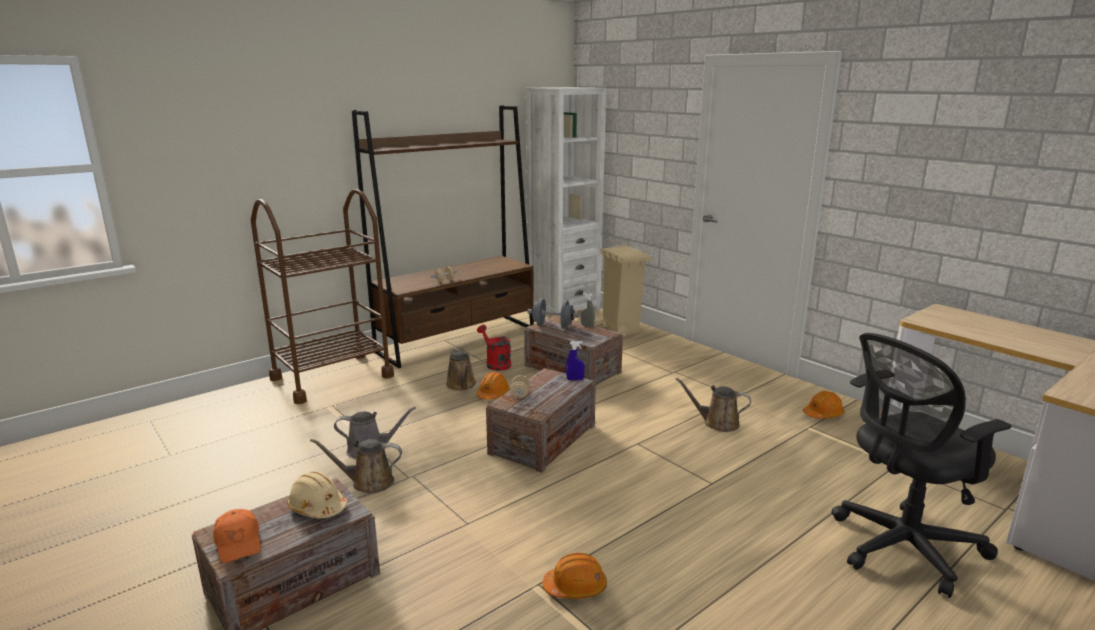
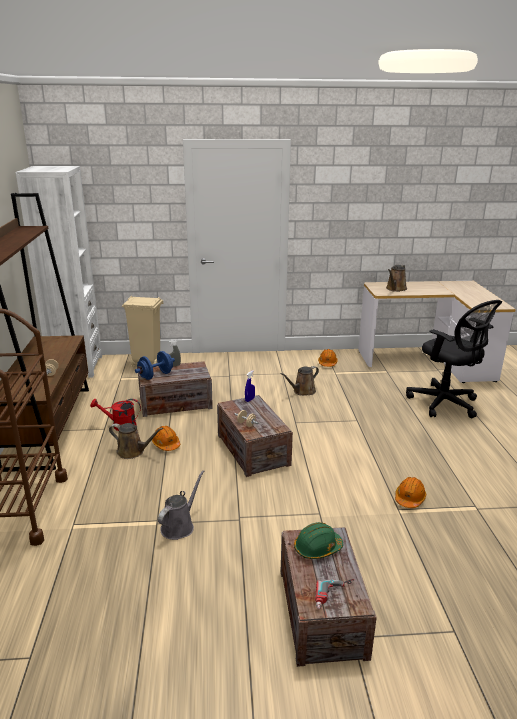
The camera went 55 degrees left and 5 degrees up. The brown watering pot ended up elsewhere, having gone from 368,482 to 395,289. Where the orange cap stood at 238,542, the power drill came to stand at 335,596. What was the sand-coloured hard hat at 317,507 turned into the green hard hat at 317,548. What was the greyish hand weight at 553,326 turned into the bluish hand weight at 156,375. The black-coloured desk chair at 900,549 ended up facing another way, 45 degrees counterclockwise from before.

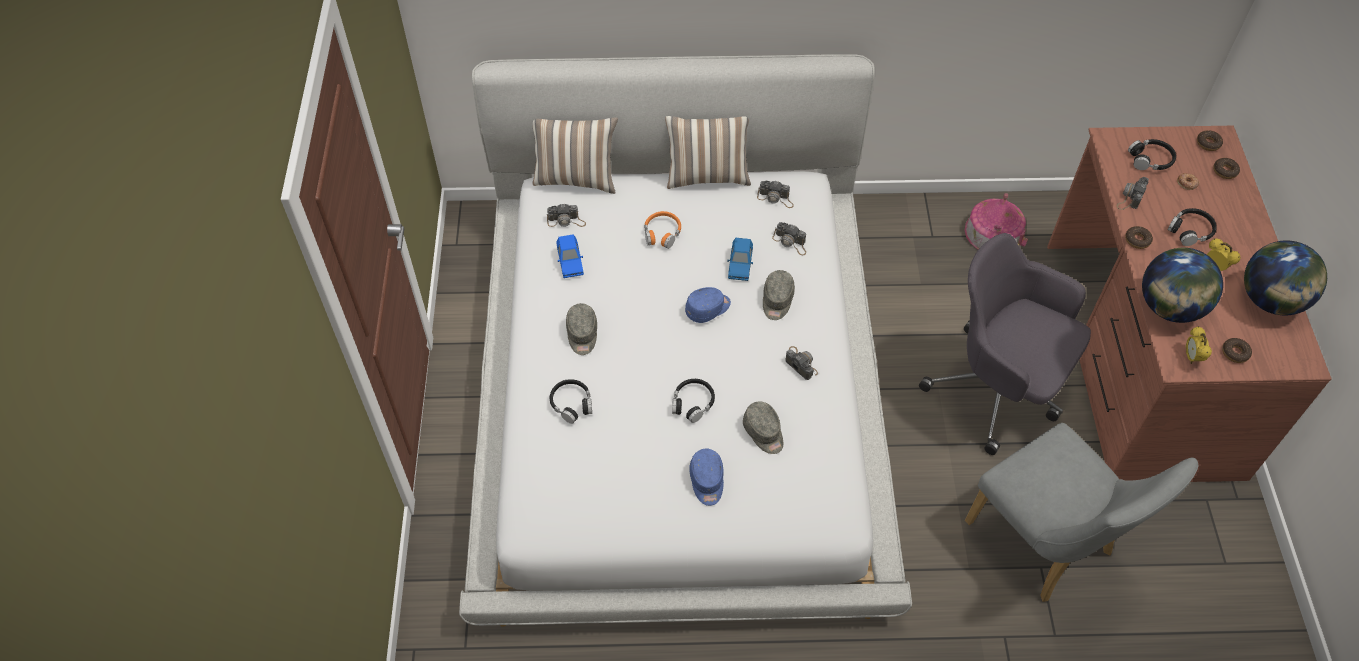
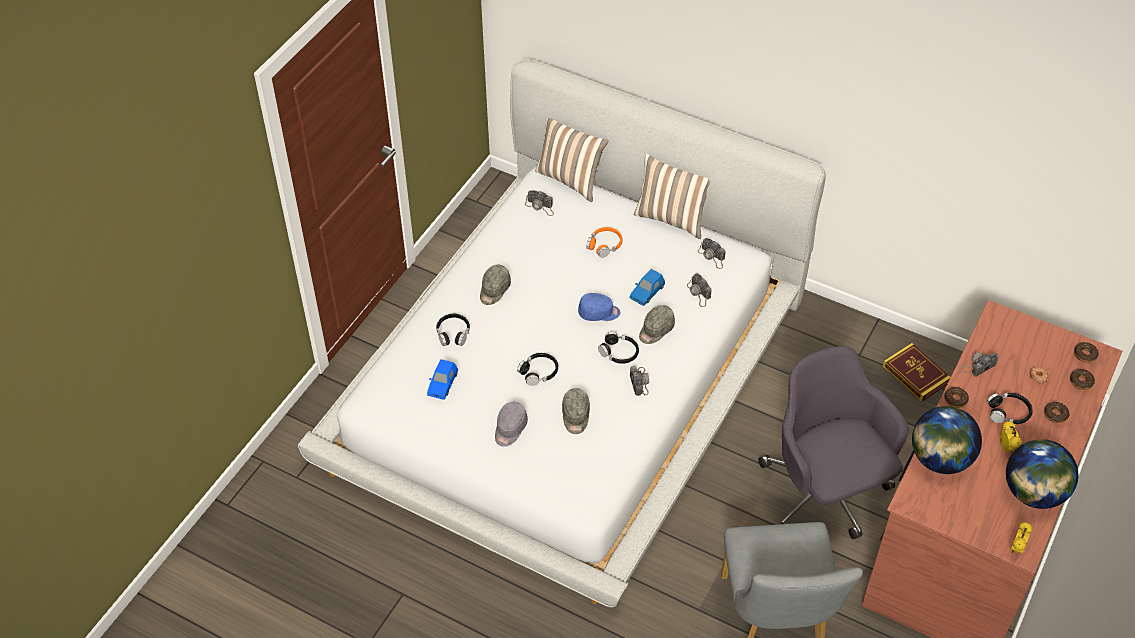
The camera went 30 degrees right and 5 degrees down. The bluish miniature car ended up elsewhere, having gone from 570,261 to 443,384. The black-coloured headset ended up elsewhere, having gone from 1150,160 to 619,352. The bedside clock ended up elsewhere, having gone from 1191,357 to 1016,548. The ring doughnut ended up elsewhere, having gone from 1235,353 to 1055,414. Where the model house stood at 993,232, the bound book came to stand at 915,374. What was the bluish cap at 707,481 turned into the greyish cap at 510,429.

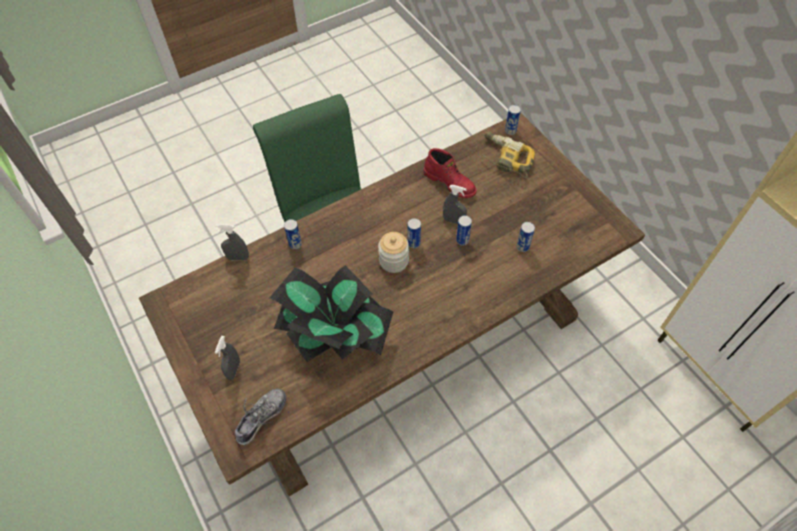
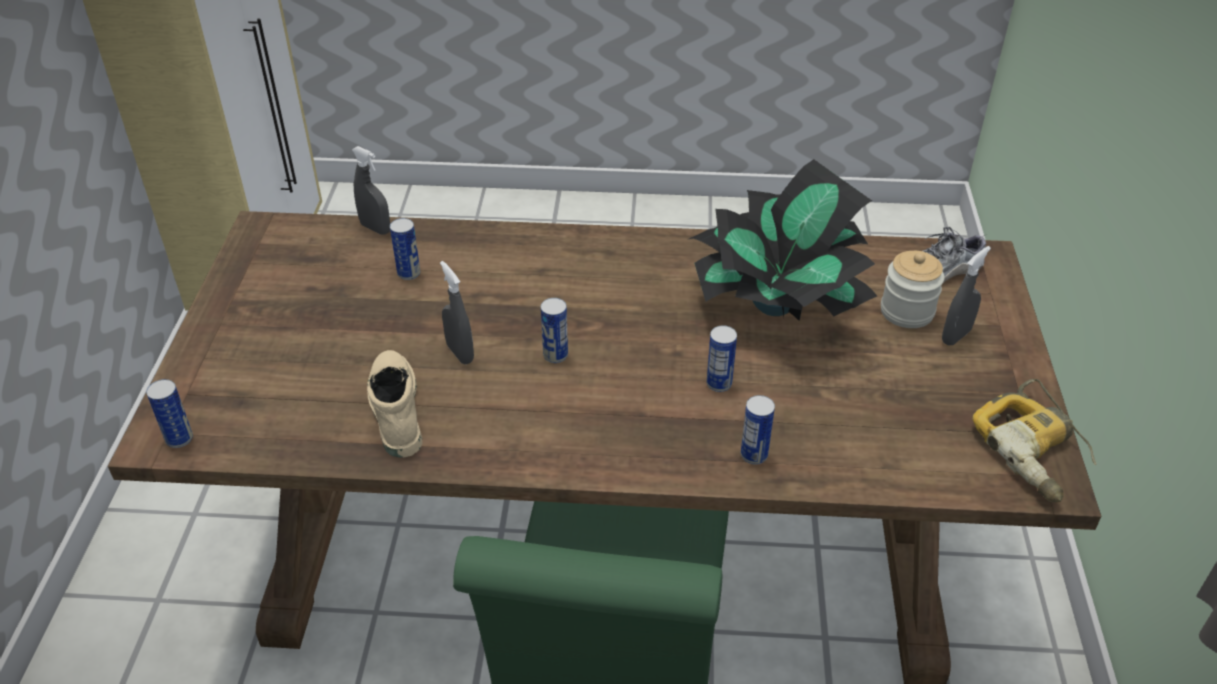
The camera went 145 degrees left and 15 degrees down. The greyish spray bottle ended up elsewhere, having gone from 238,257 to 375,228. The storage jar ended up elsewhere, having gone from 394,261 to 907,311. The can ended up elsewhere, having gone from 462,240 to 719,384. The power drill ended up elsewhere, having gone from 504,159 to 1035,450. What was the red boot at 450,182 turned into the sand-coloured boot at 394,410.

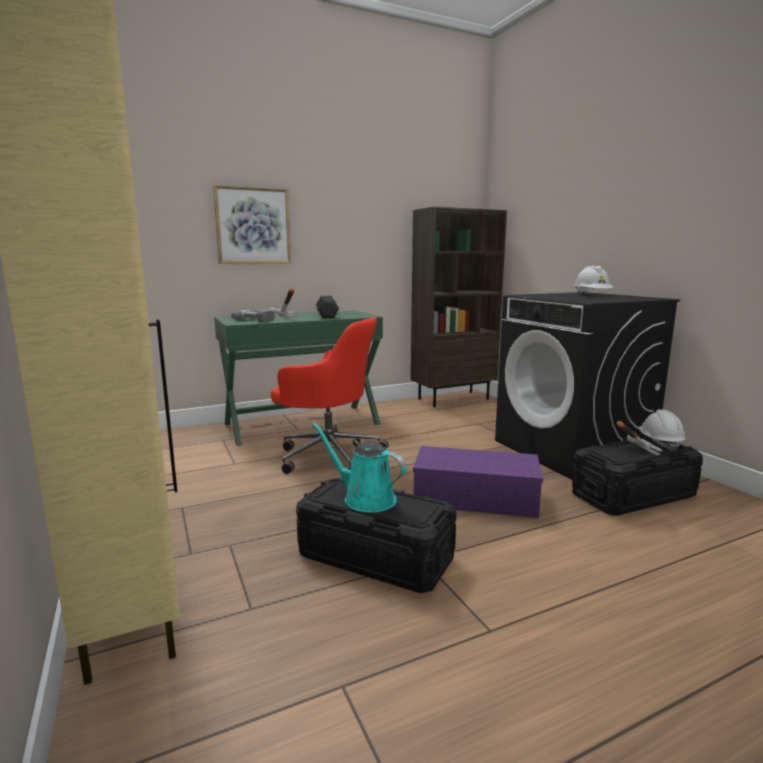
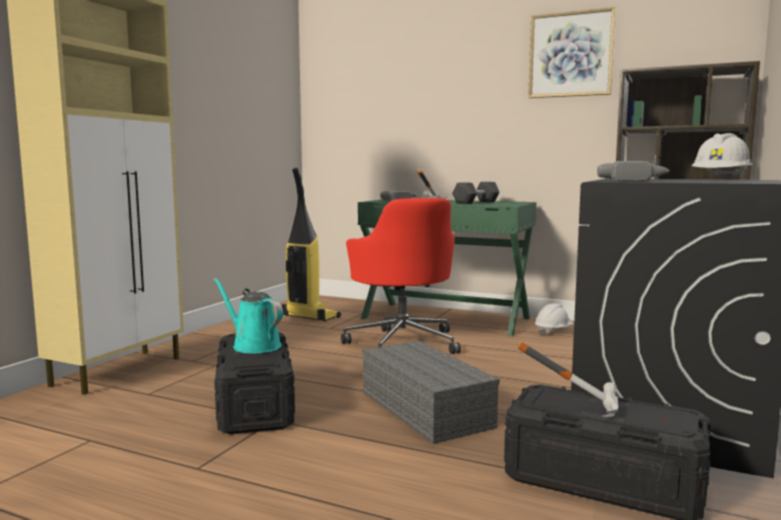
The camera went 50 degrees right and 5 degrees down. The second view gained the vacuum cleaner at 309,317. The second view gained the power drill at 638,180. The wall picture ended up elsewhere, having gone from 253,226 to 570,54. The whitish hard hat ended up elsewhere, having gone from 659,443 to 553,331. What was the purple storage container at 477,497 turned into the greyish storage container at 428,409. The turquoise-coloured watering pot at 365,499 ended up facing another way, 45 degrees counterclockwise from before.

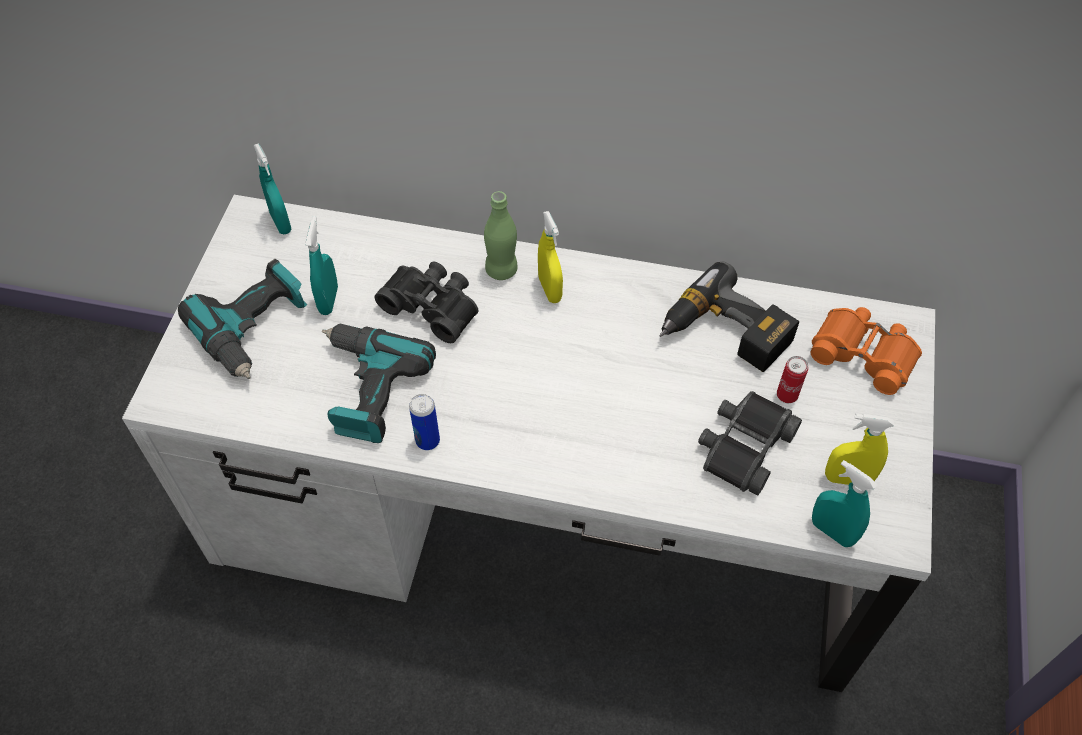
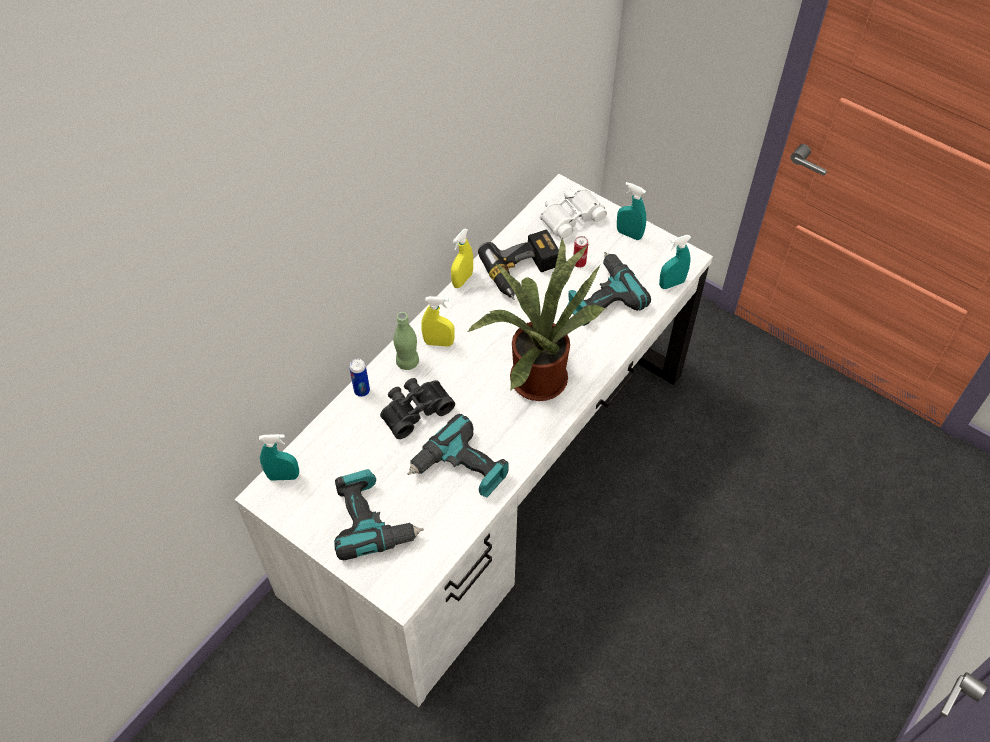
The camera went 65 degrees left and 0 degrees up. The second view gained the plant in a pot at 535,375. The turquoise-coloured spray bottle ended up elsewhere, having gone from 328,300 to 629,234. The can ended up elsewhere, having gone from 427,441 to 362,390. The yellow-coloured spray bottle ended up elsewhere, having gone from 847,479 to 462,280. Where the black-coloured binoculars stood at 744,446, the power drill came to stand at 602,297. What was the orange binoculars at 863,354 turned into the whitish binoculars at 570,217.

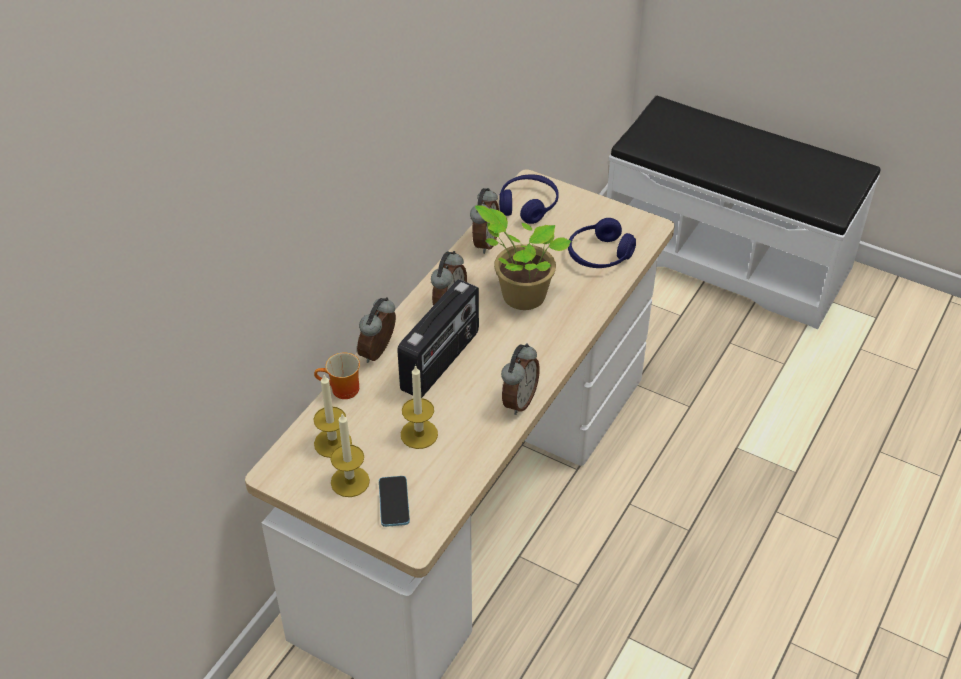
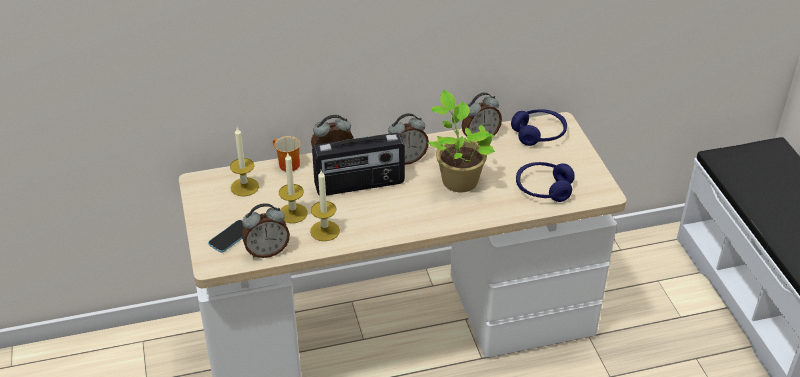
The camera went 45 degrees right and 5 degrees down. The wax light ended up elsewhere, having gone from 350,481 to 325,231. The bedside clock ended up elsewhere, having gone from 518,401 to 267,251.

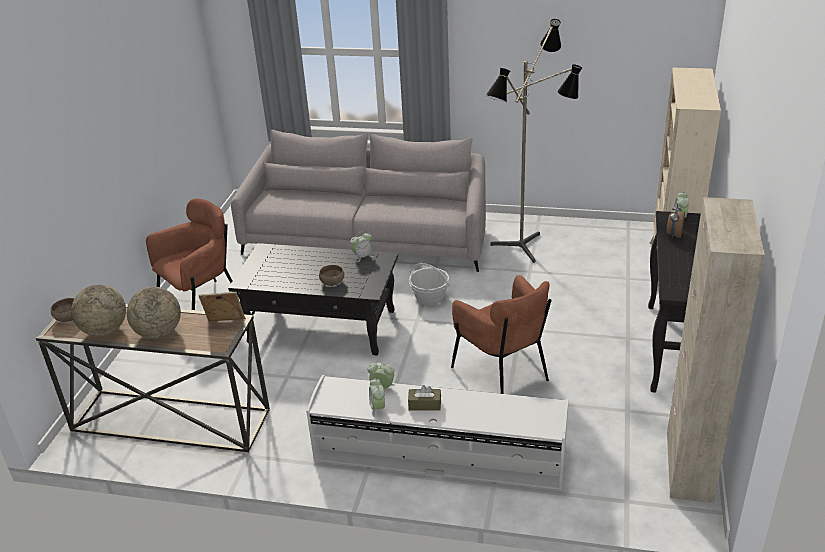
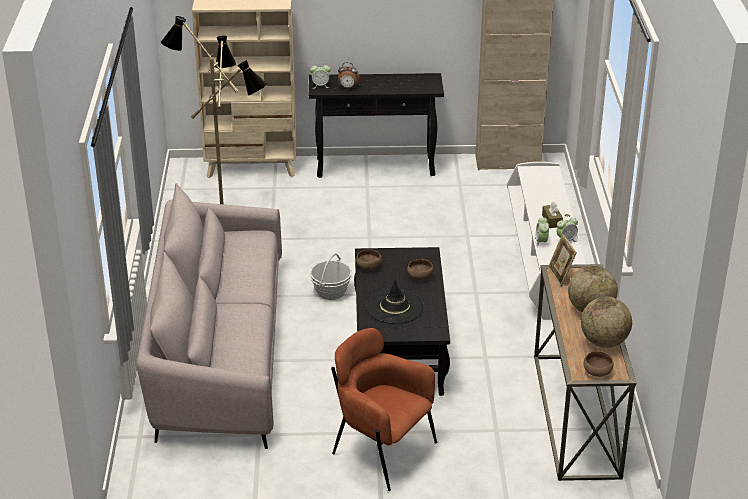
The camera went 105 degrees left and 0 degrees up. The second view lost the brown easy chair at 503,372. The second view gained the black-coloured clothing hat at 395,307. Where the bedside clock stood at 362,257, the brown serving bowl came to stand at 368,267.

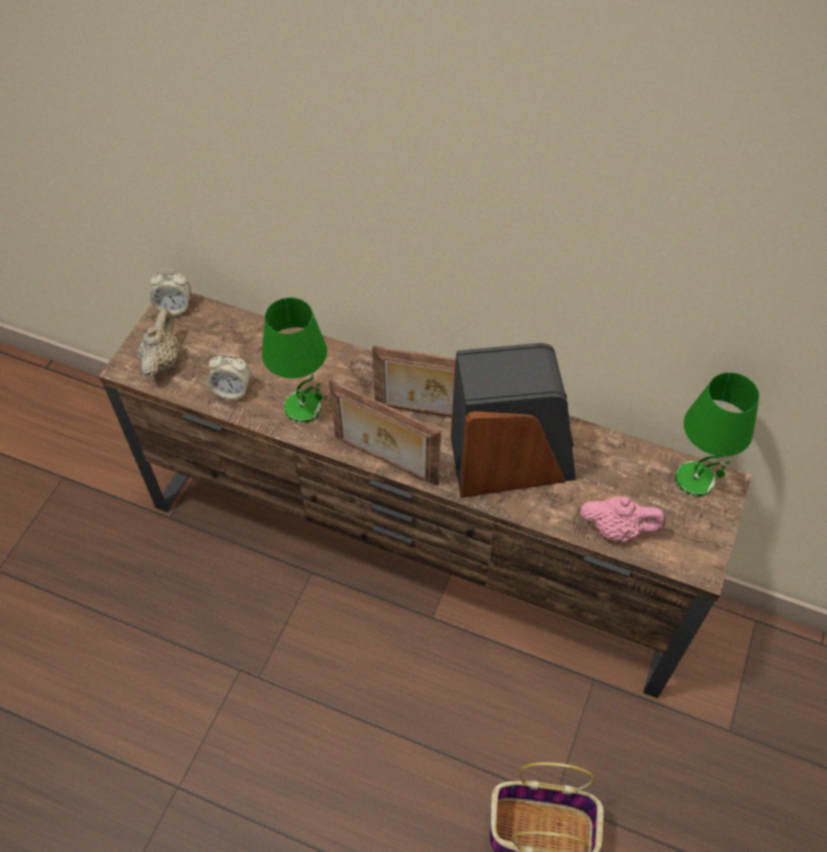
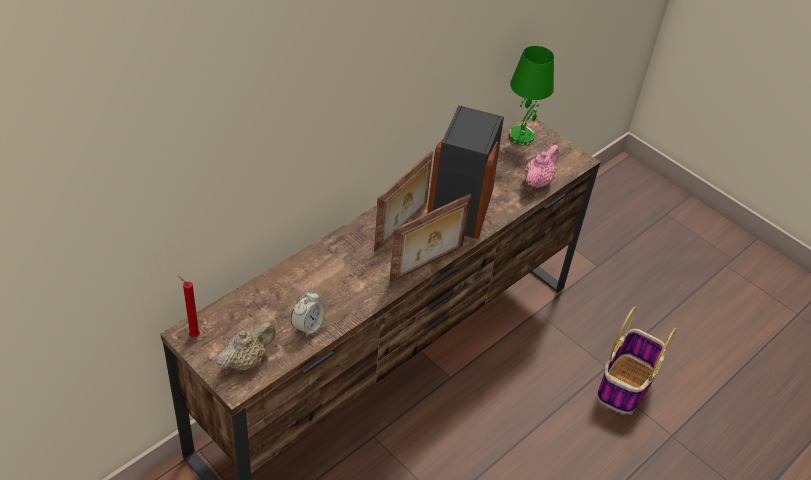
The camera went 70 degrees left and 10 degrees down. The second view lost the green table lamp at 304,407. Where the bedside clock stood at 174,307, the red wax light came to stand at 193,335. The sand-coloured tea pot at 162,361 ended up facing another way, 105 degrees clockwise from before.

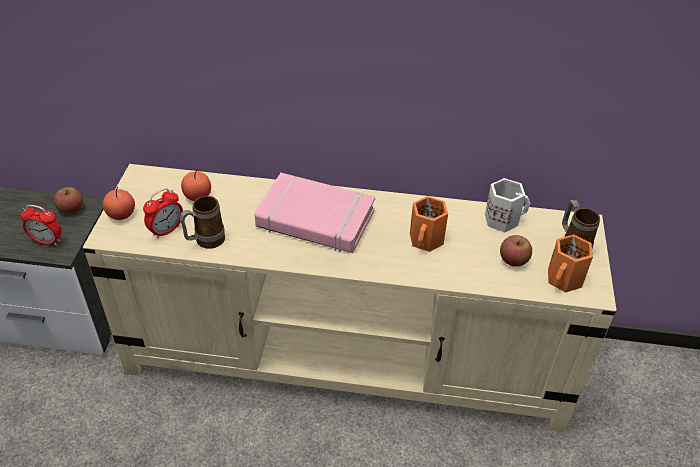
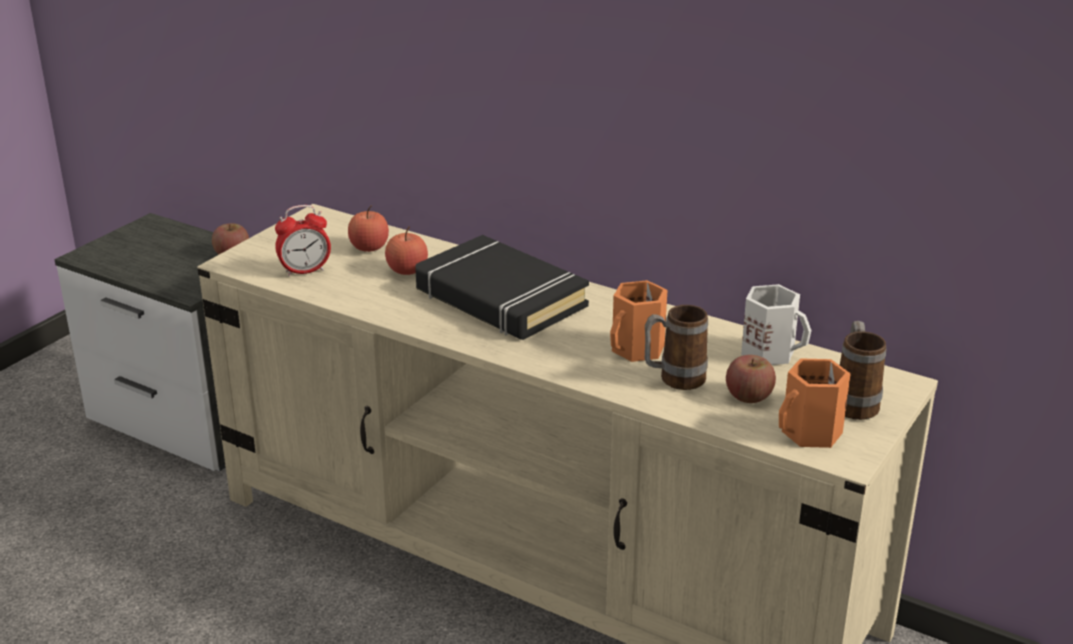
The camera went 25 degrees right and 15 degrees down. The second view lost the bedside clock at 47,241. The whole apple ended up elsewhere, having gone from 121,214 to 407,270. The mug ended up elsewhere, having gone from 205,242 to 673,380. What was the pink bound book at 315,220 turned into the black-coloured bound book at 500,298.

